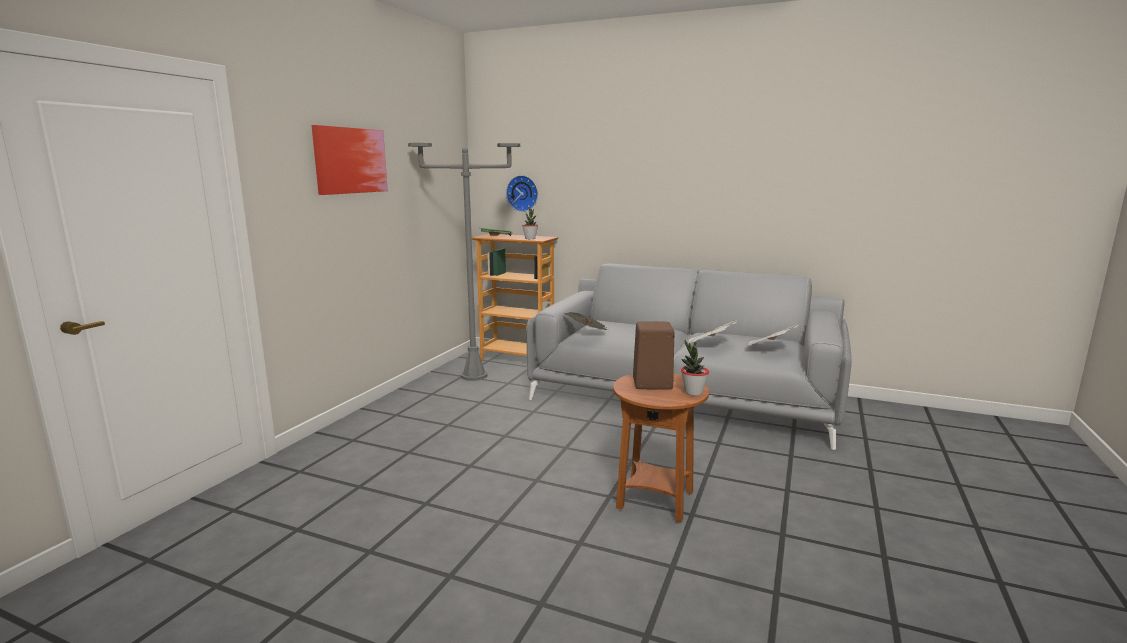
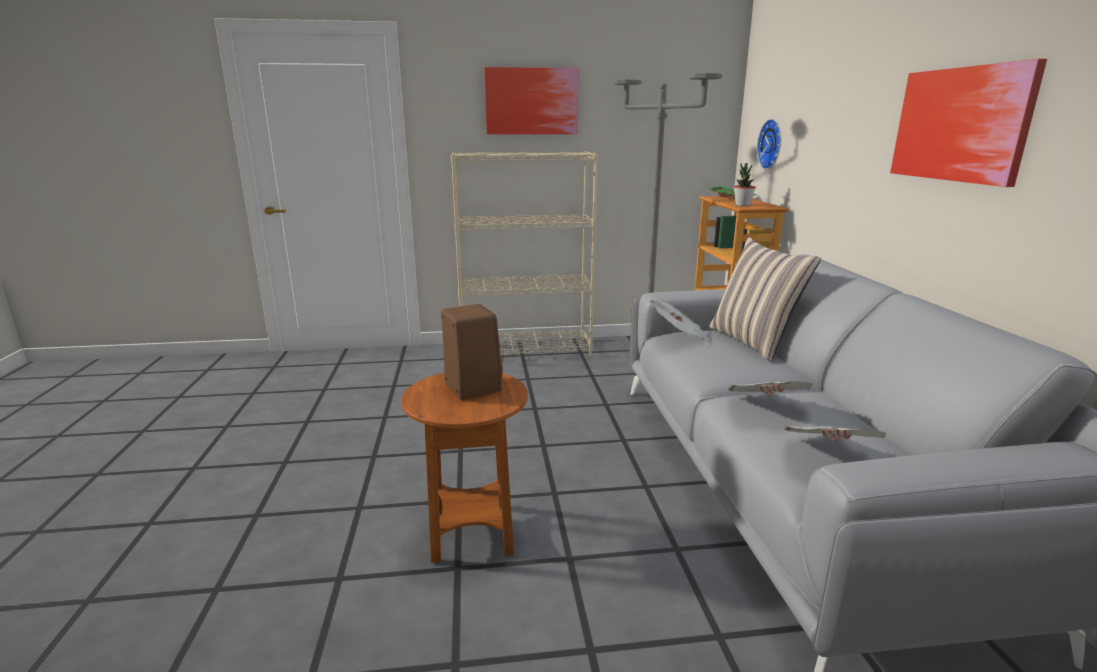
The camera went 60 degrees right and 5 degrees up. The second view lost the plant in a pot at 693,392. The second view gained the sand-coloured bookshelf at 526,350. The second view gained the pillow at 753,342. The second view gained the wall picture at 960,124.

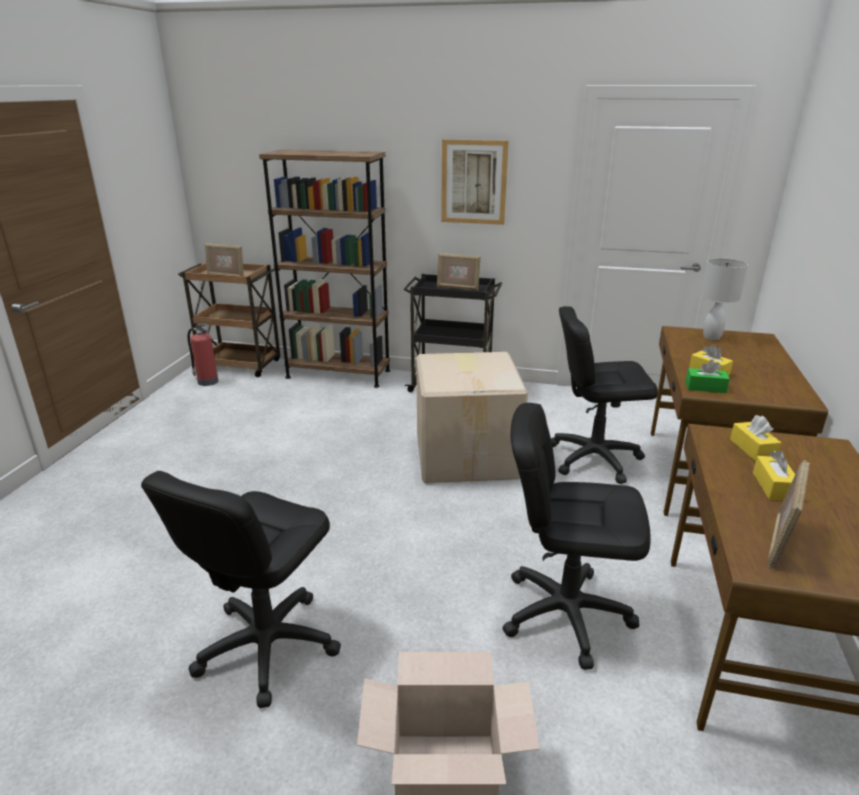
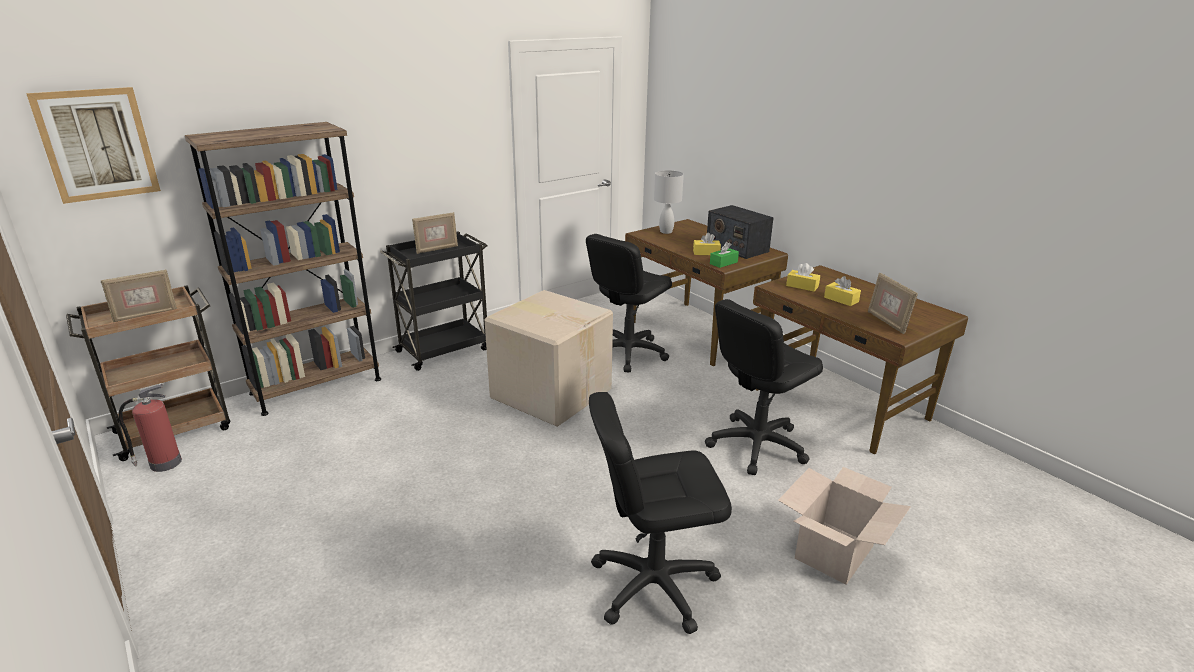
The camera went 50 degrees left and 0 degrees up. The second view gained the radio at 736,248. The wall picture ended up elsewhere, having gone from 473,182 to 97,145. The black-coloured desk chair at 266,646 ended up facing another way, 105 degrees clockwise from before.

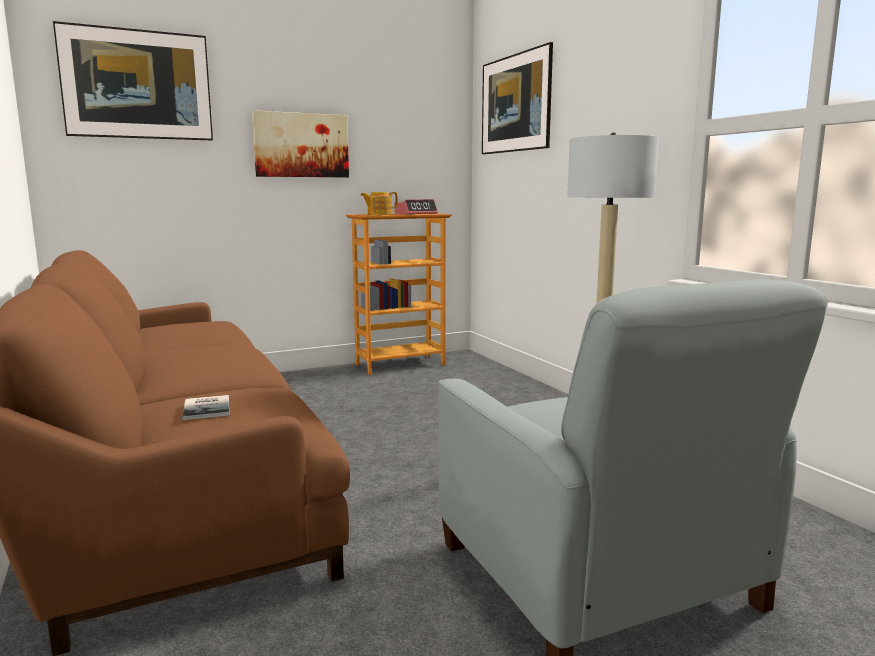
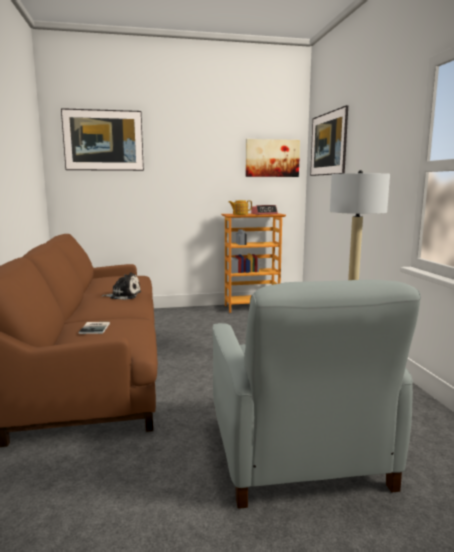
The camera went 15 degrees right and 0 degrees up. The second view gained the soft toy at 123,295. The wall picture ended up elsewhere, having gone from 301,145 to 272,158.

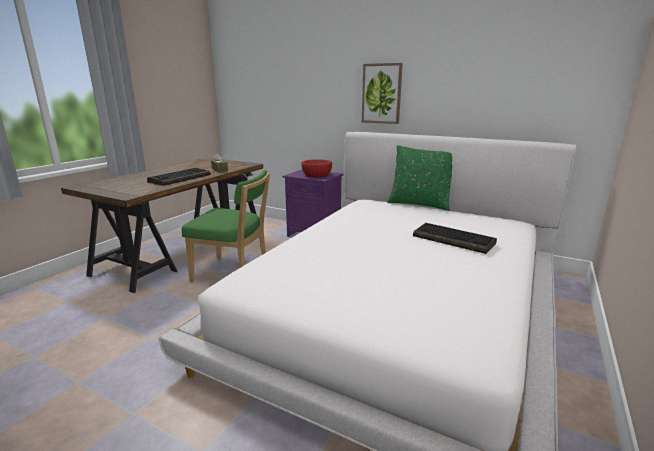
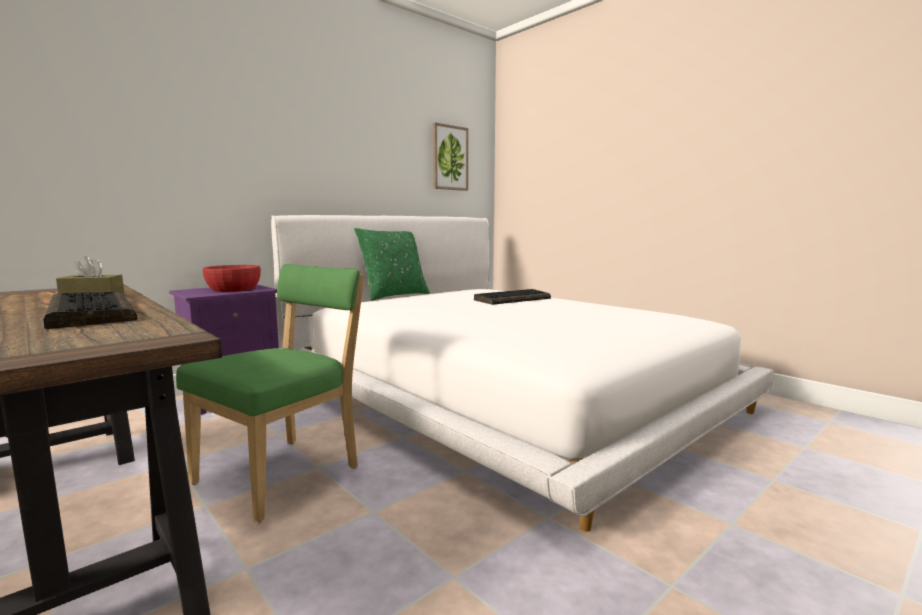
The camera went 70 degrees left and 10 degrees down. The wall picture ended up elsewhere, having gone from 381,93 to 449,158.

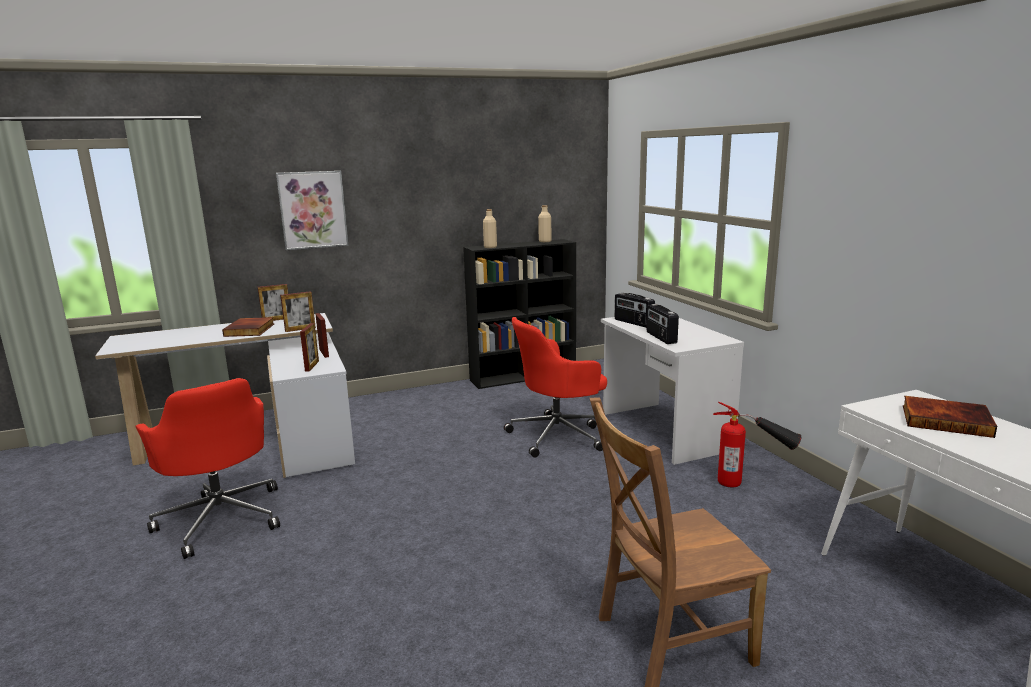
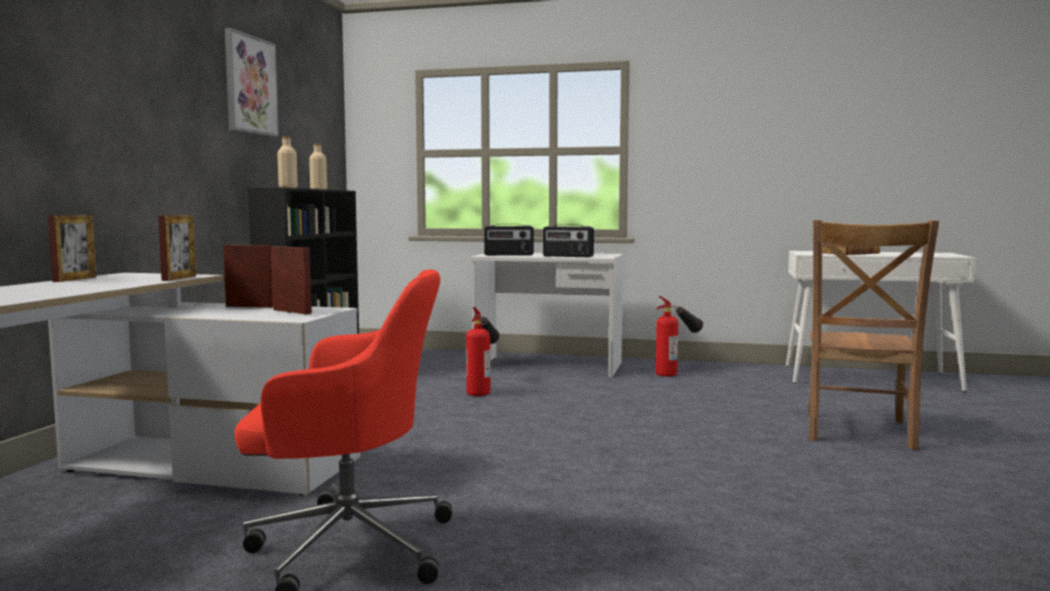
The camera went 55 degrees left and 10 degrees down. The second view lost the bound book at 250,330. The wall picture ended up elsewhere, having gone from 313,210 to 250,85. Where the red desk chair stood at 558,435, the extinguisher came to stand at 483,388.

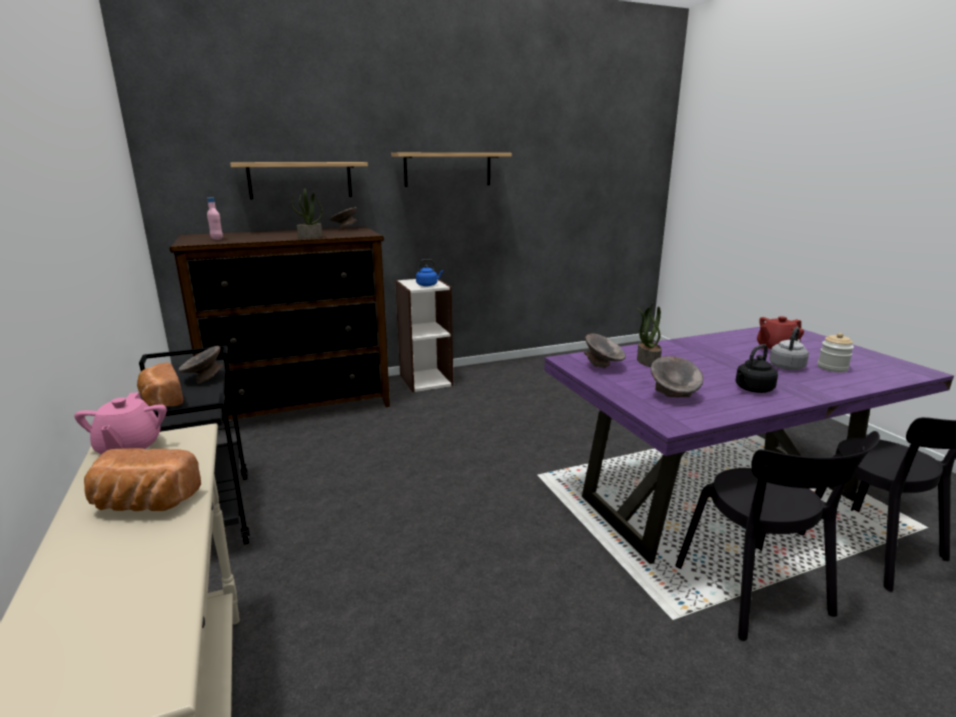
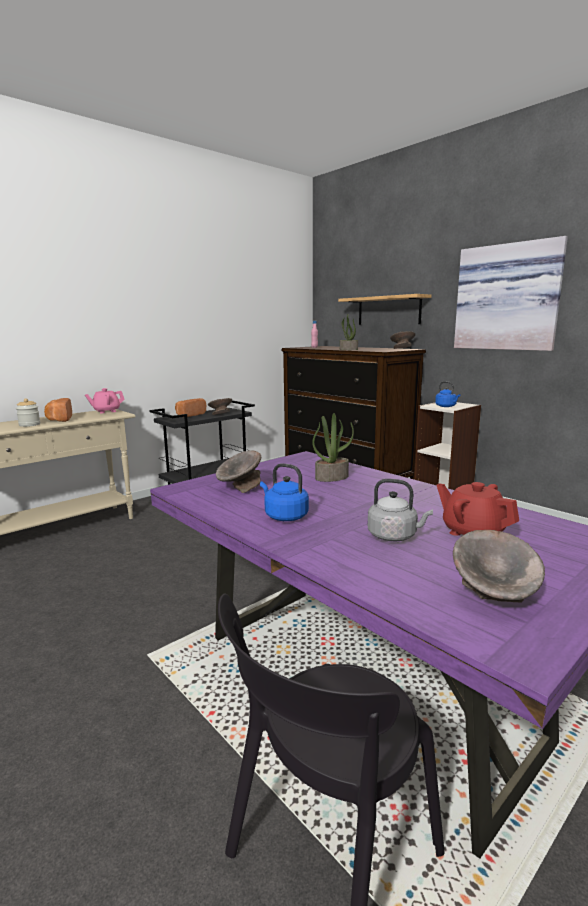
The camera went 70 degrees right and 5 degrees down. The second view lost the black-coloured plain chair at 756,594. The greyish serving bowl ended up elsewhere, having gone from 603,367 to 494,598. The storage jar ended up elsewhere, having gone from 832,368 to 29,425. Where the wall shelf hung at 448,169, the wall picture came to hang at 507,297. What was the black-coloured water kettle at 752,389 turned into the bluish water kettle at 284,516.

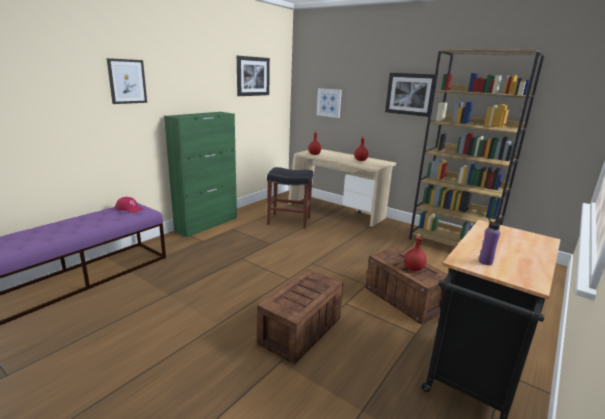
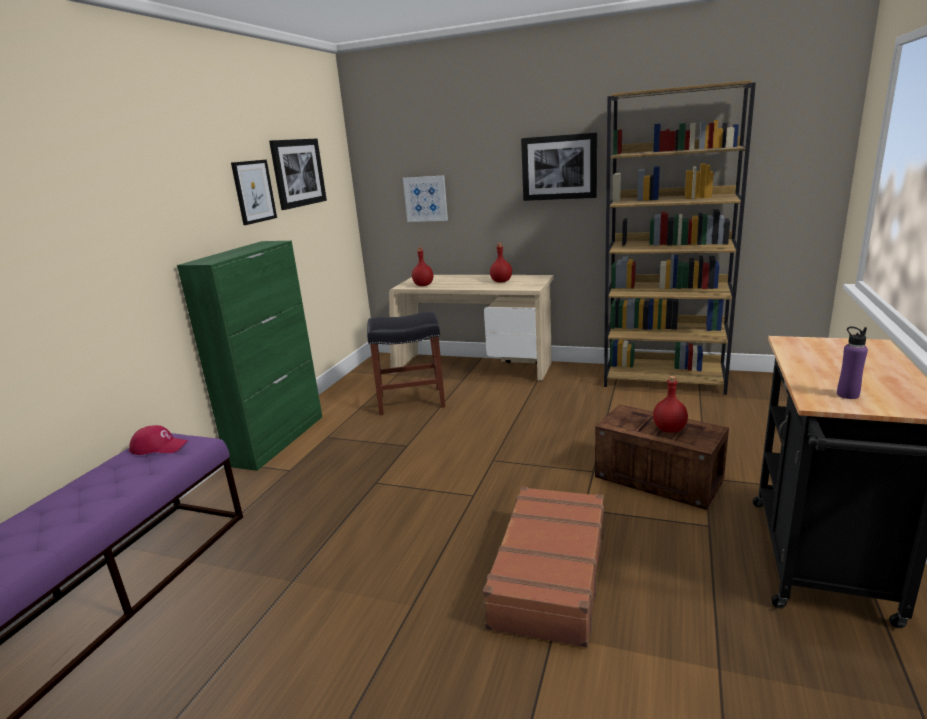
The camera went 15 degrees left and 0 degrees up. The wall picture ended up elsewhere, having gone from 127,81 to 254,191. Where the packing crate stood at 300,331, the brown suitcase came to stand at 548,574.

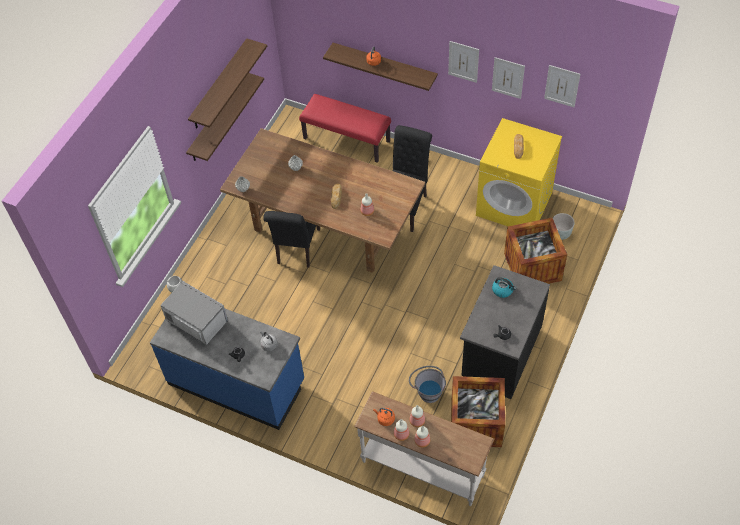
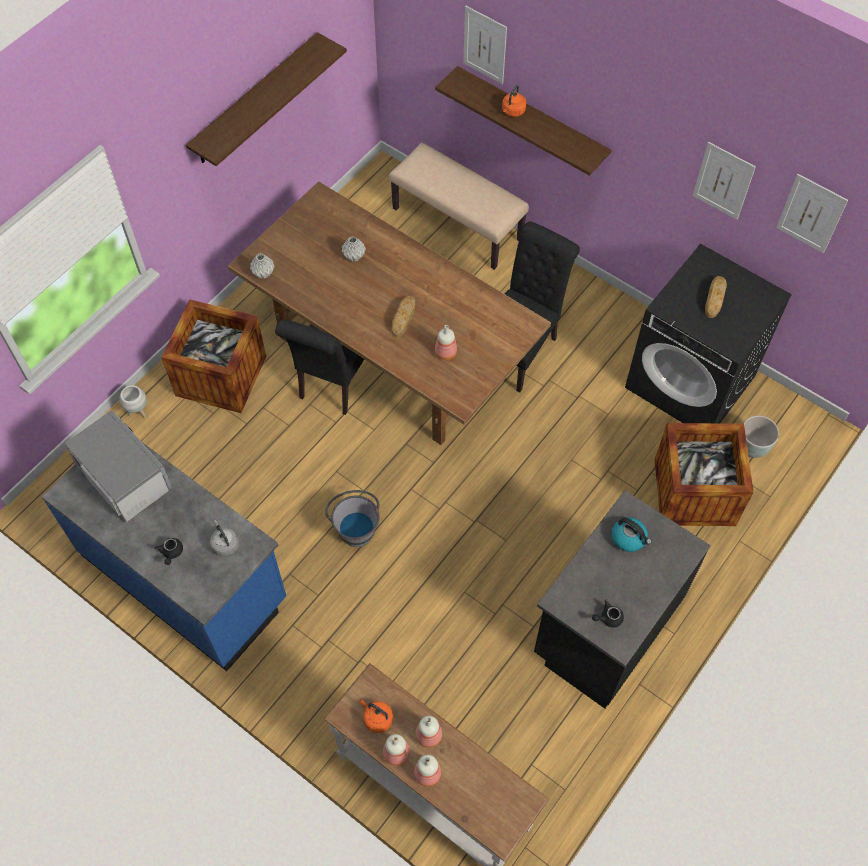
The camera went 10 degrees right and 5 degrees up. The second view lost the wall shelf at 217,118. The greyish water bucket ended up elsewhere, having gone from 427,390 to 355,527. The wall picture ended up elsewhere, having gone from 463,61 to 485,45. The packing crate ended up elsewhere, having gone from 476,423 to 221,376. What was the red bench at 347,139 turned into the sand-coloured bench at 458,224. What was the yellow-coloured laundry appliance at 514,204 turned into the black-coloured laundry appliance at 691,382.

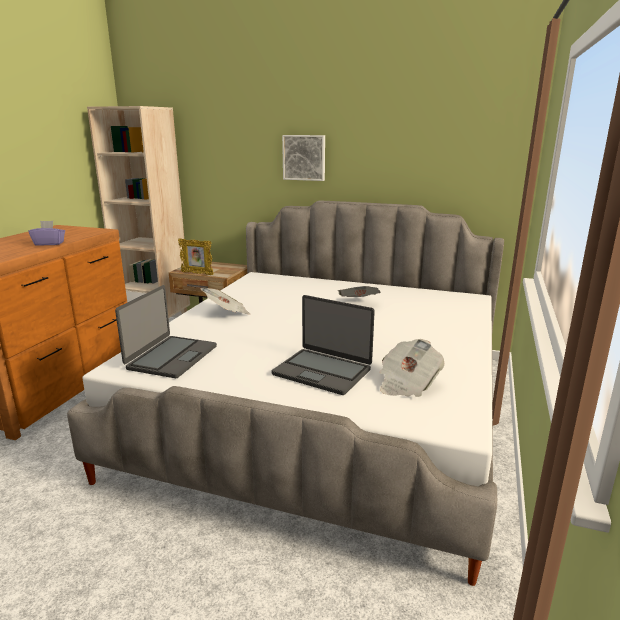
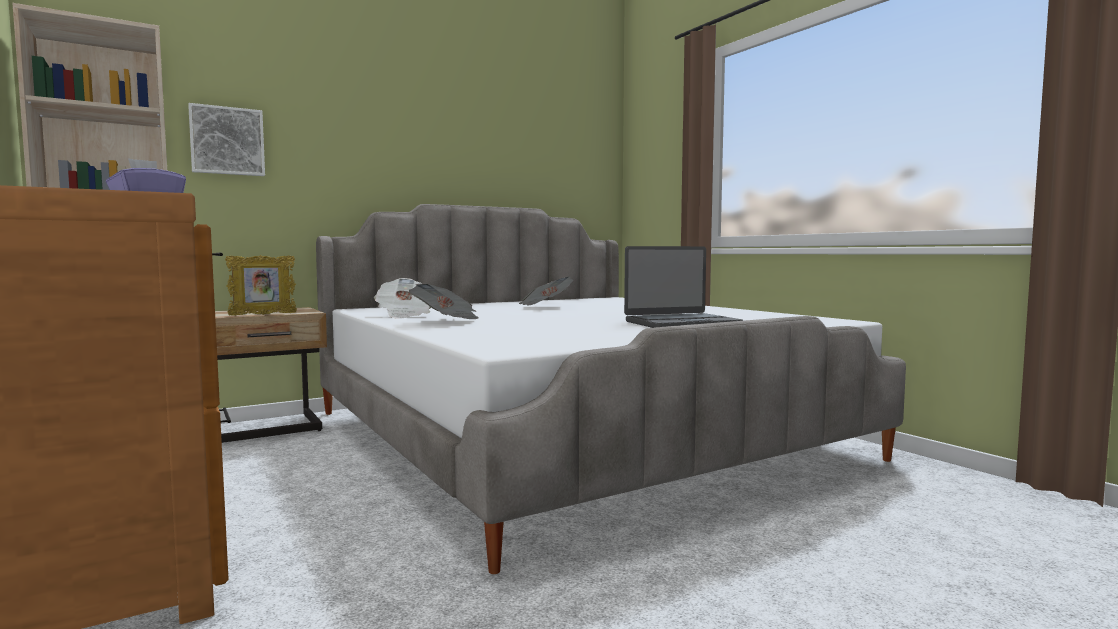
The camera went 50 degrees left and 15 degrees down. The second view lost the laptop at 171,357. The wall picture ended up elsewhere, having gone from 304,157 to 227,141. The daily paper ended up elsewhere, having gone from 407,384 to 405,315.

